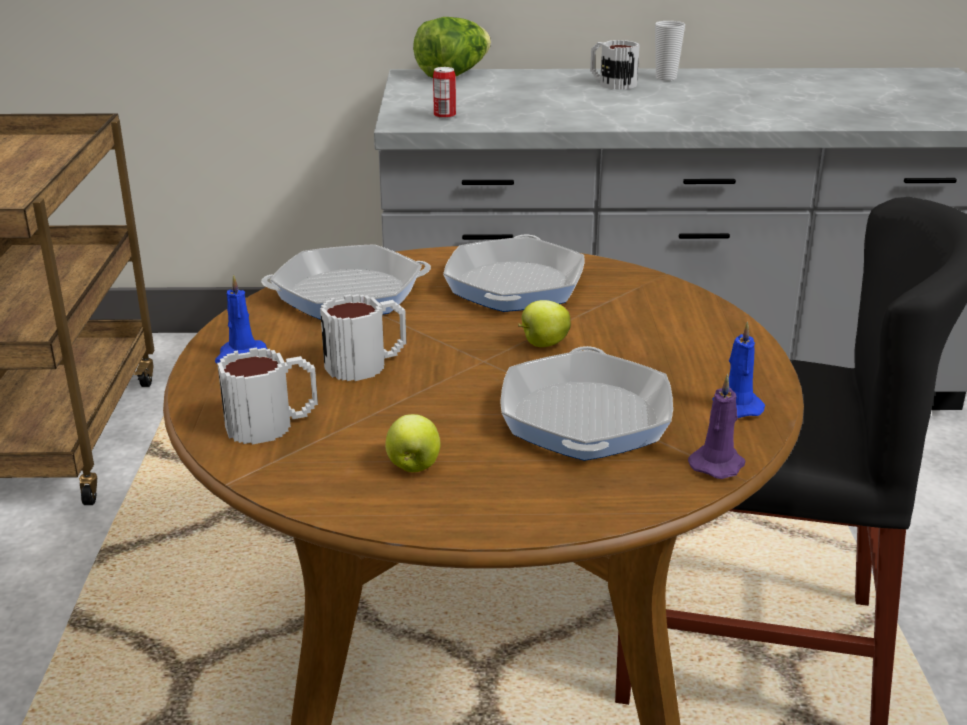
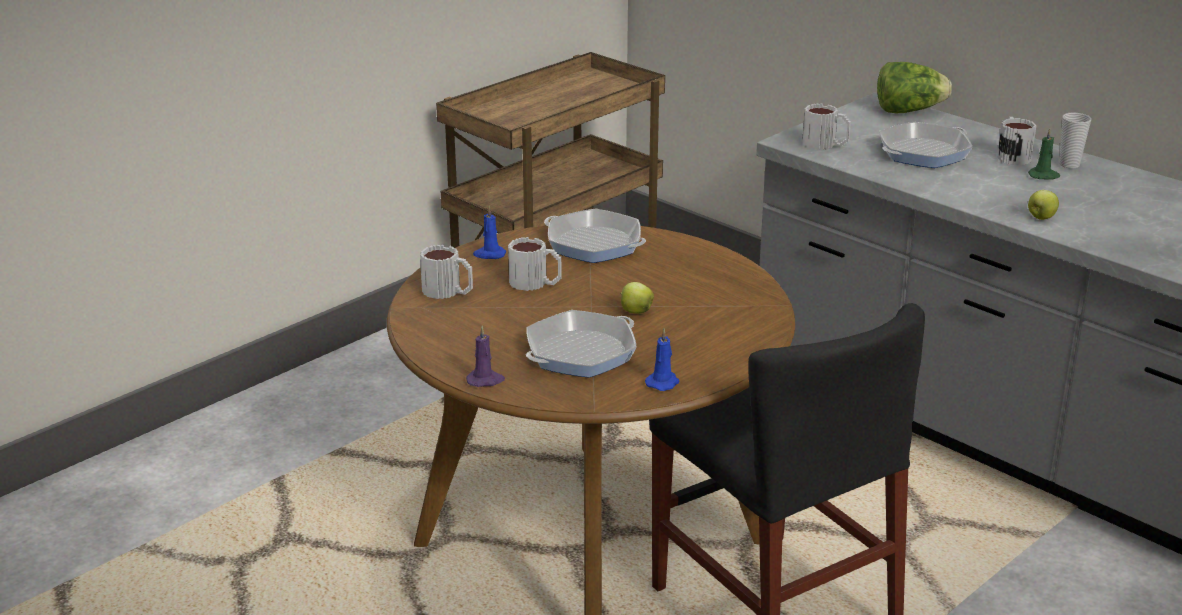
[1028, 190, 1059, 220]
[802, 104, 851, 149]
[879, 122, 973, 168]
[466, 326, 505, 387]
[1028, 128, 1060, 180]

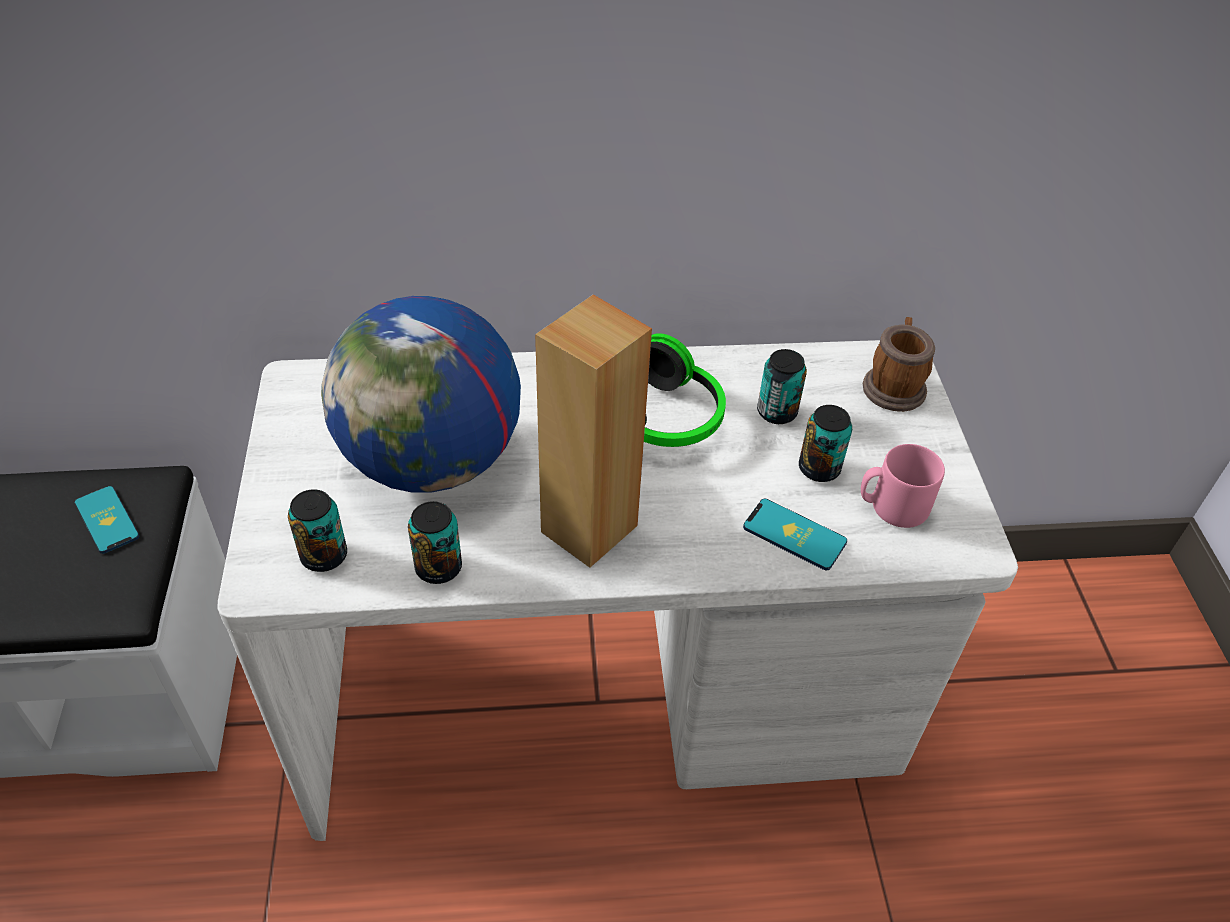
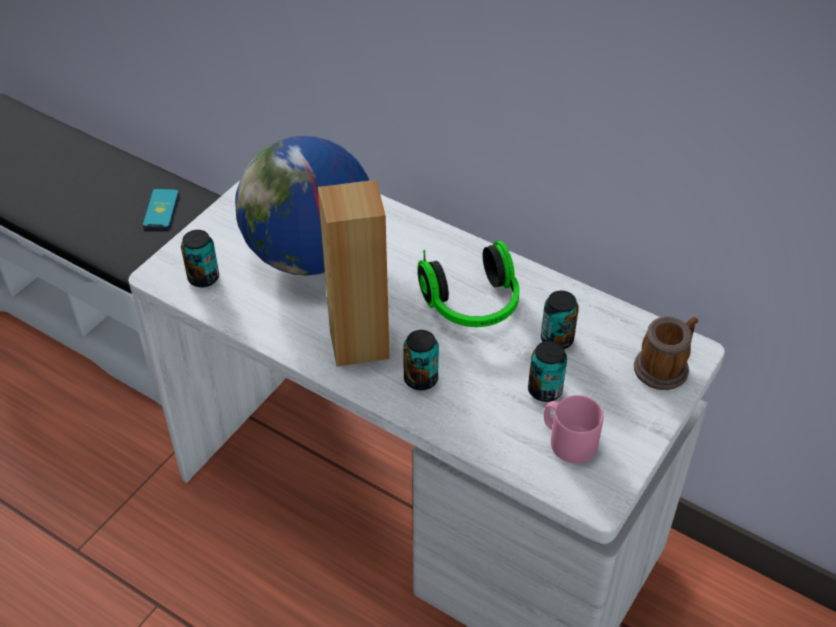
[403, 330, 439, 390]
[743, 499, 847, 570] (first image)

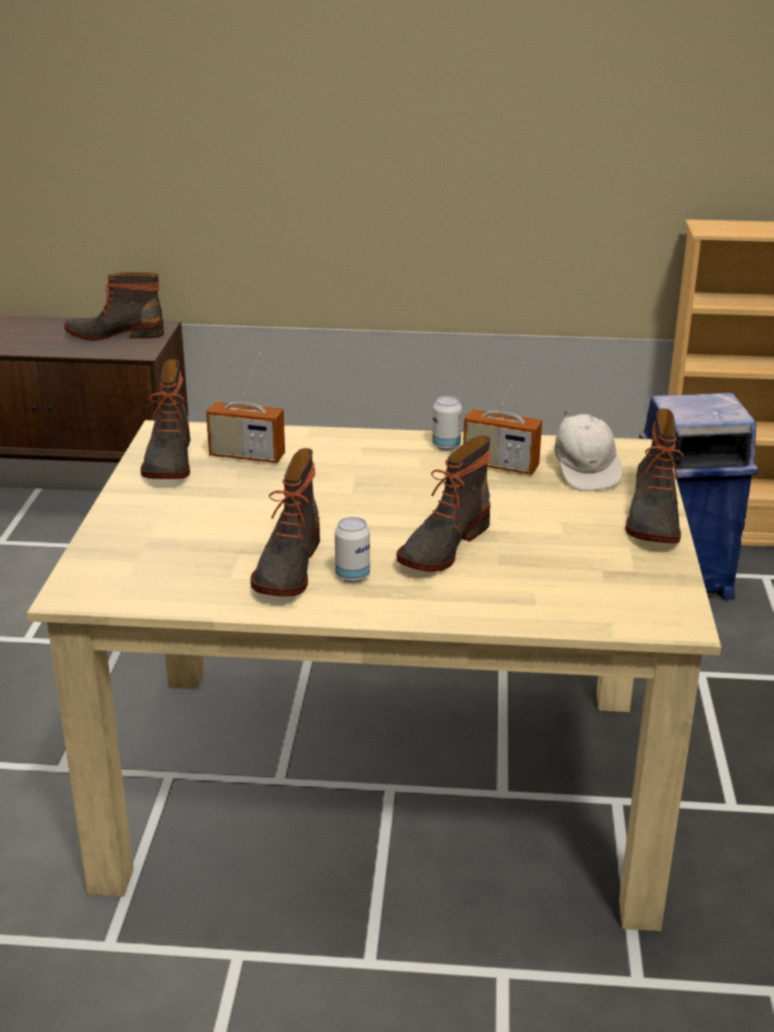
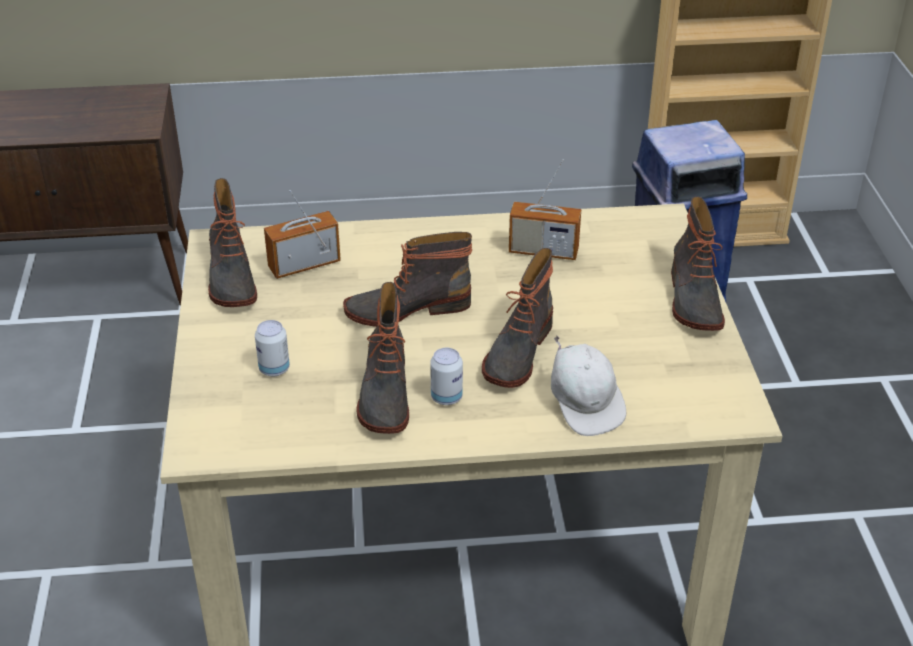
[343, 232, 472, 327]
[264, 190, 341, 279]
[255, 320, 290, 377]
[551, 335, 626, 436]

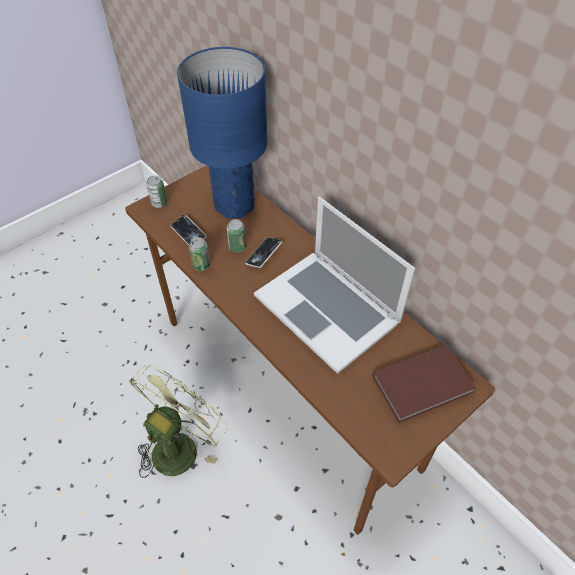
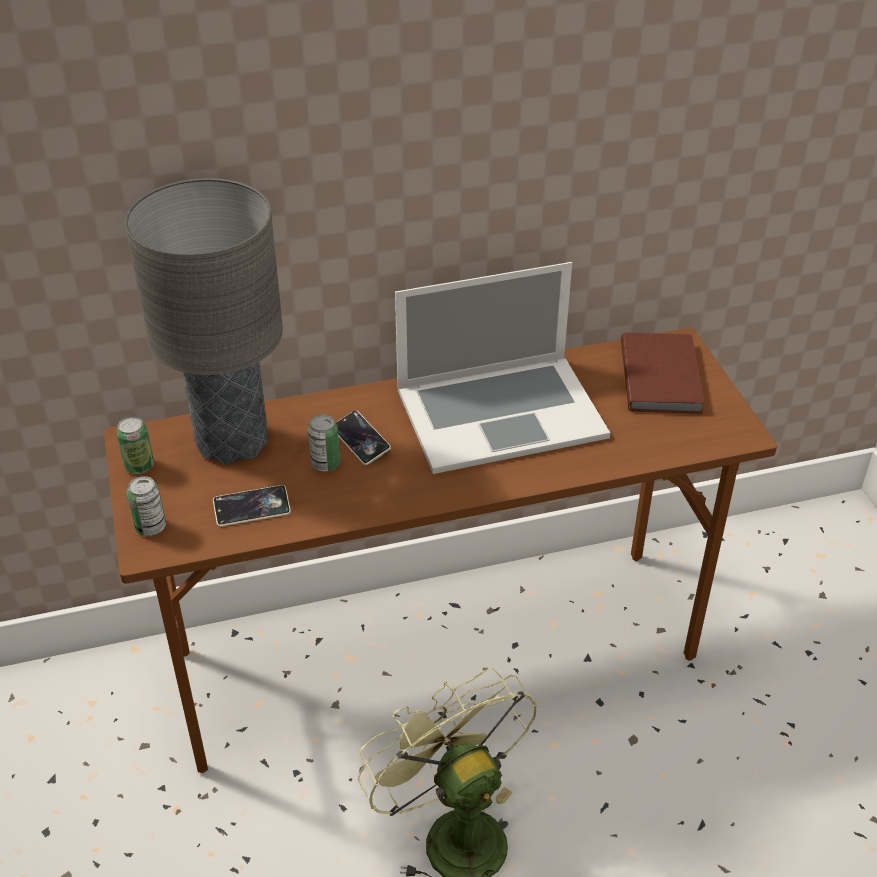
[125, 178, 283, 465]
[116, 416, 154, 474]

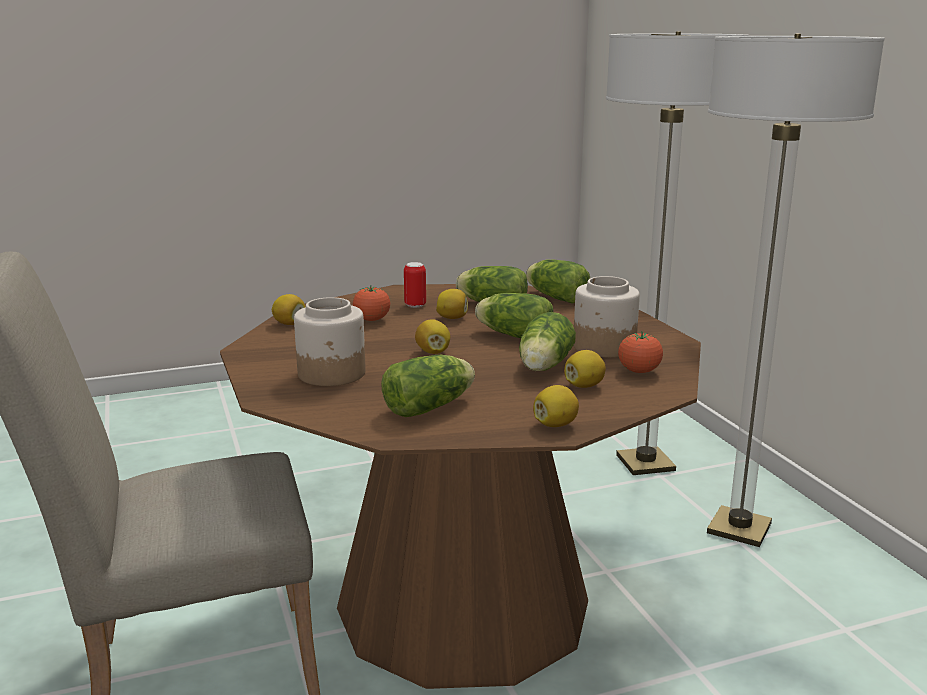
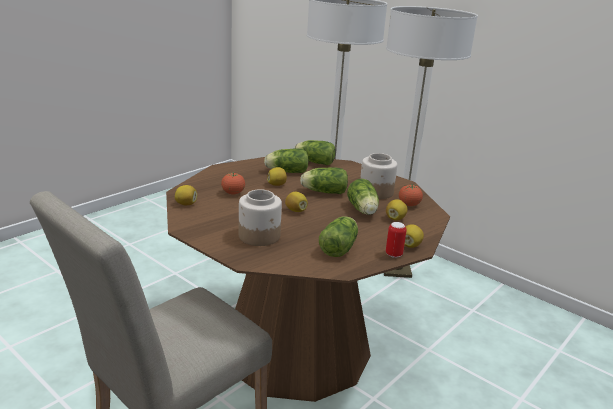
[386, 222, 406, 258]

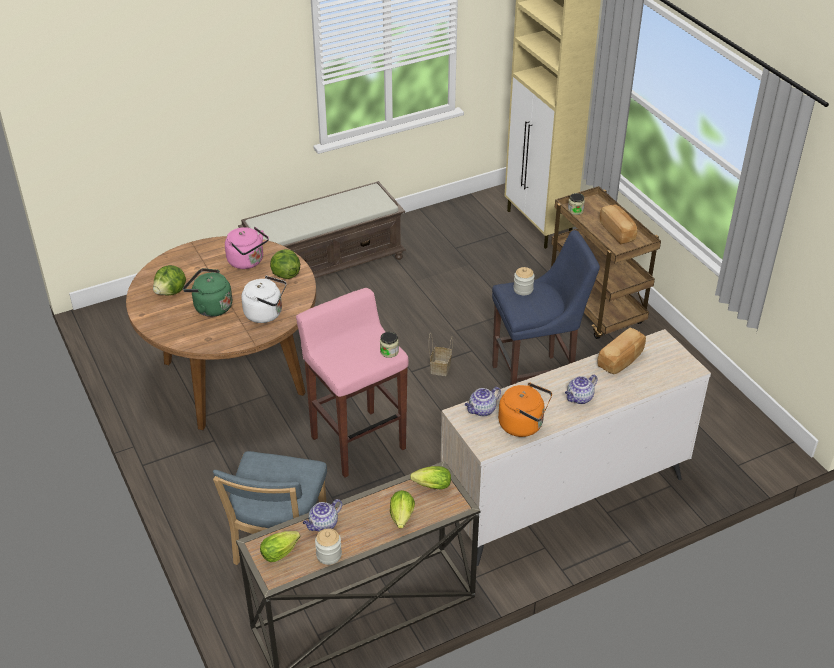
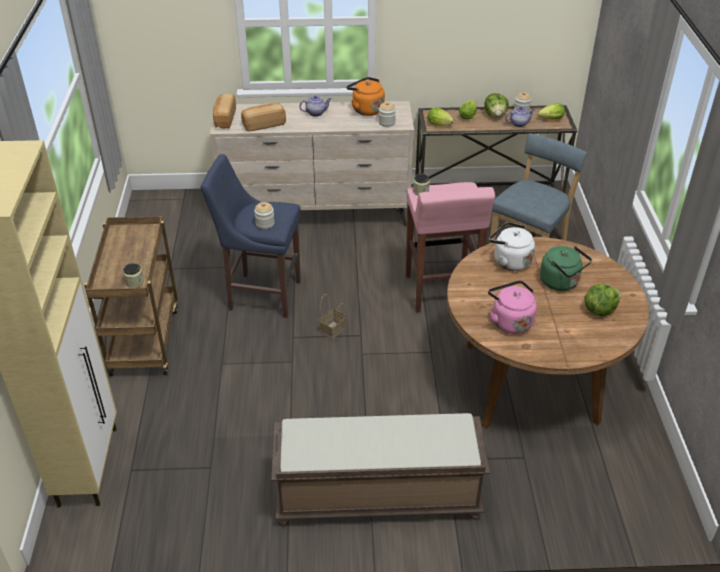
[484, 93, 509, 117]
[379, 102, 396, 127]
[213, 94, 236, 128]

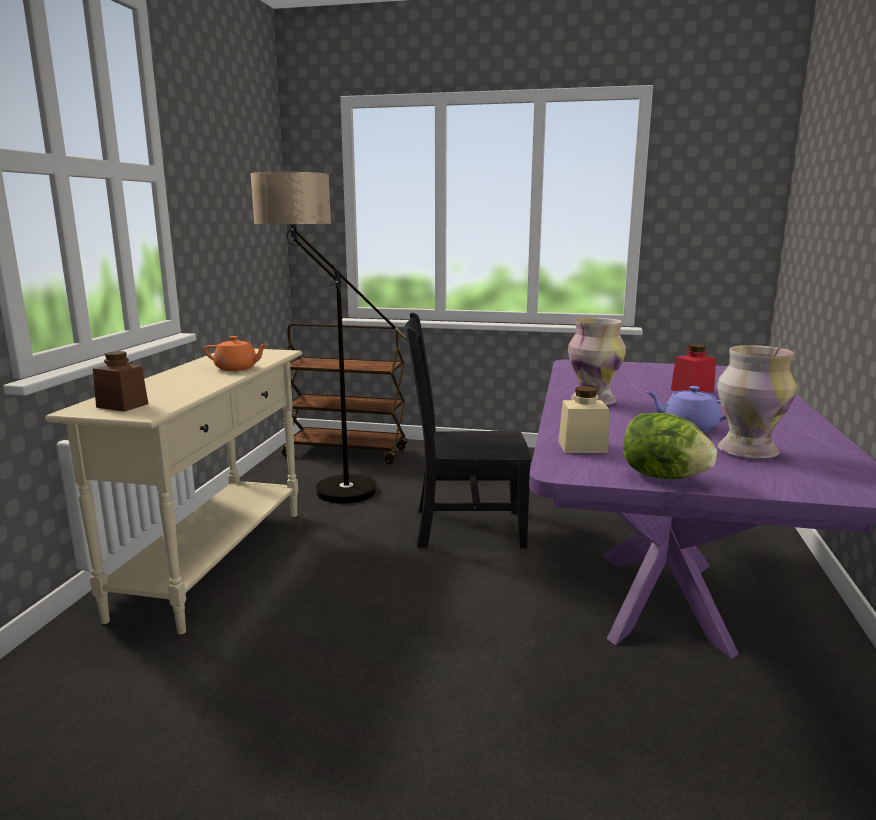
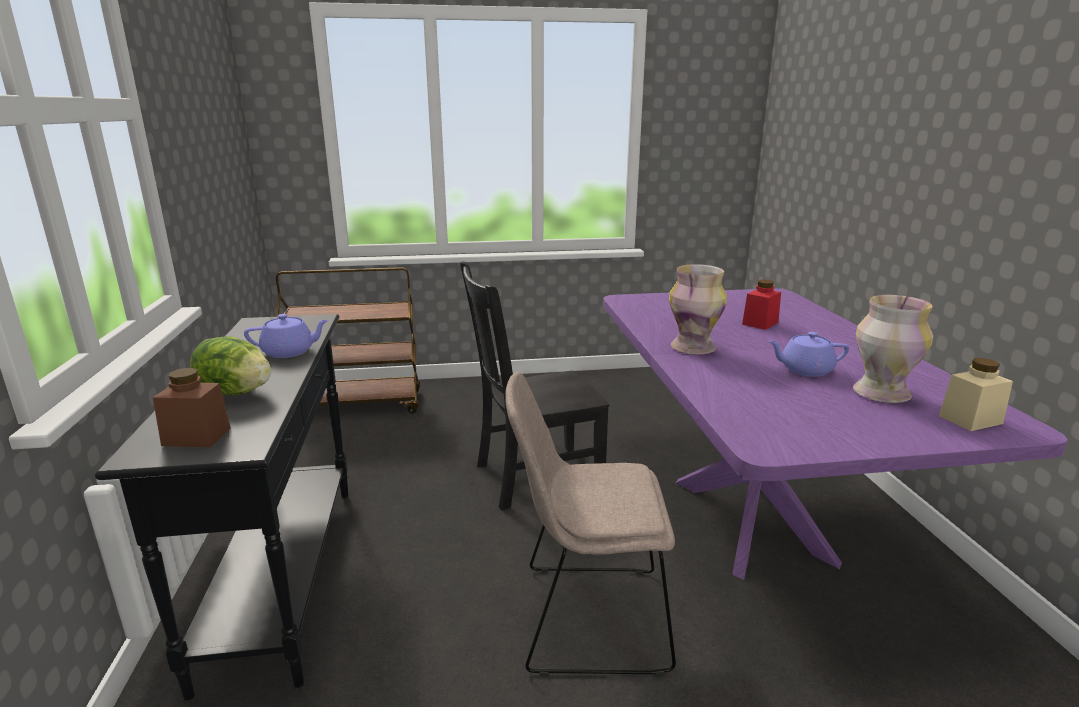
[95, 314, 349, 700]
[244, 314, 329, 358]
[250, 172, 407, 504] (first image)
[939, 358, 1013, 431]
[190, 336, 271, 395]
[505, 372, 676, 677]

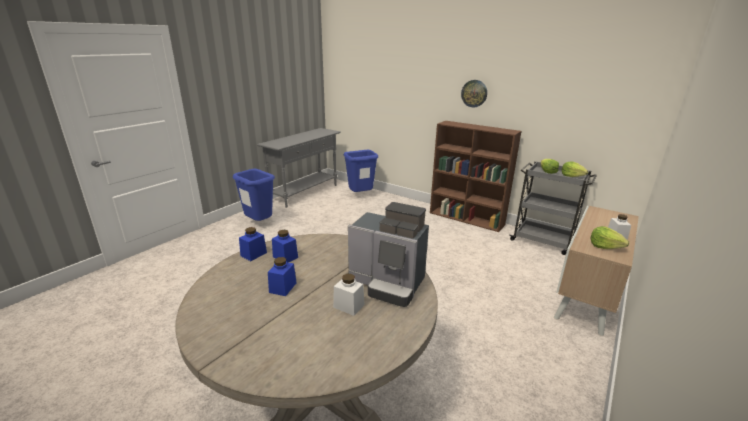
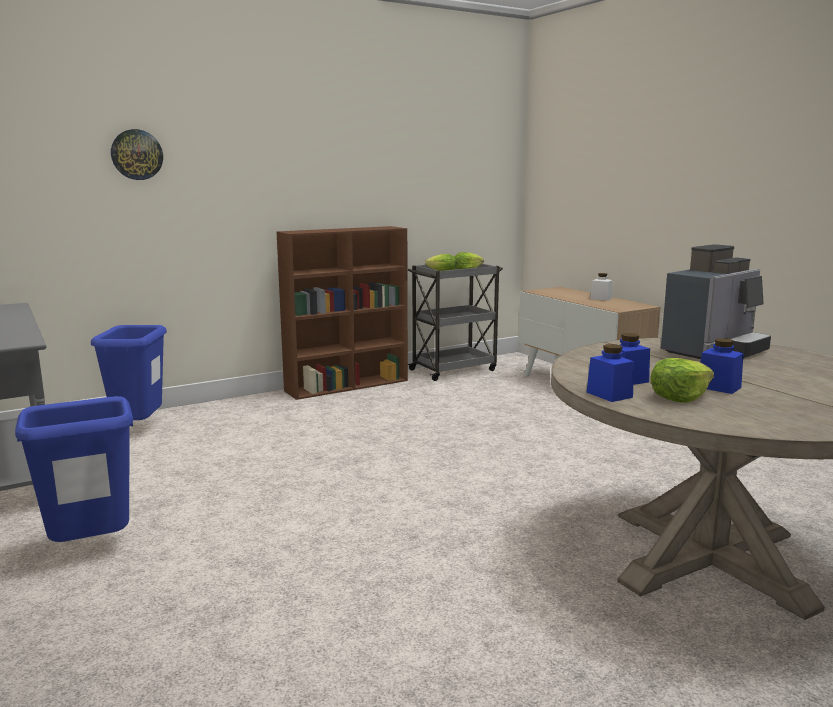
[333, 274, 365, 316] (first image)
[111, 129, 163, 180]
[650, 358, 714, 403]

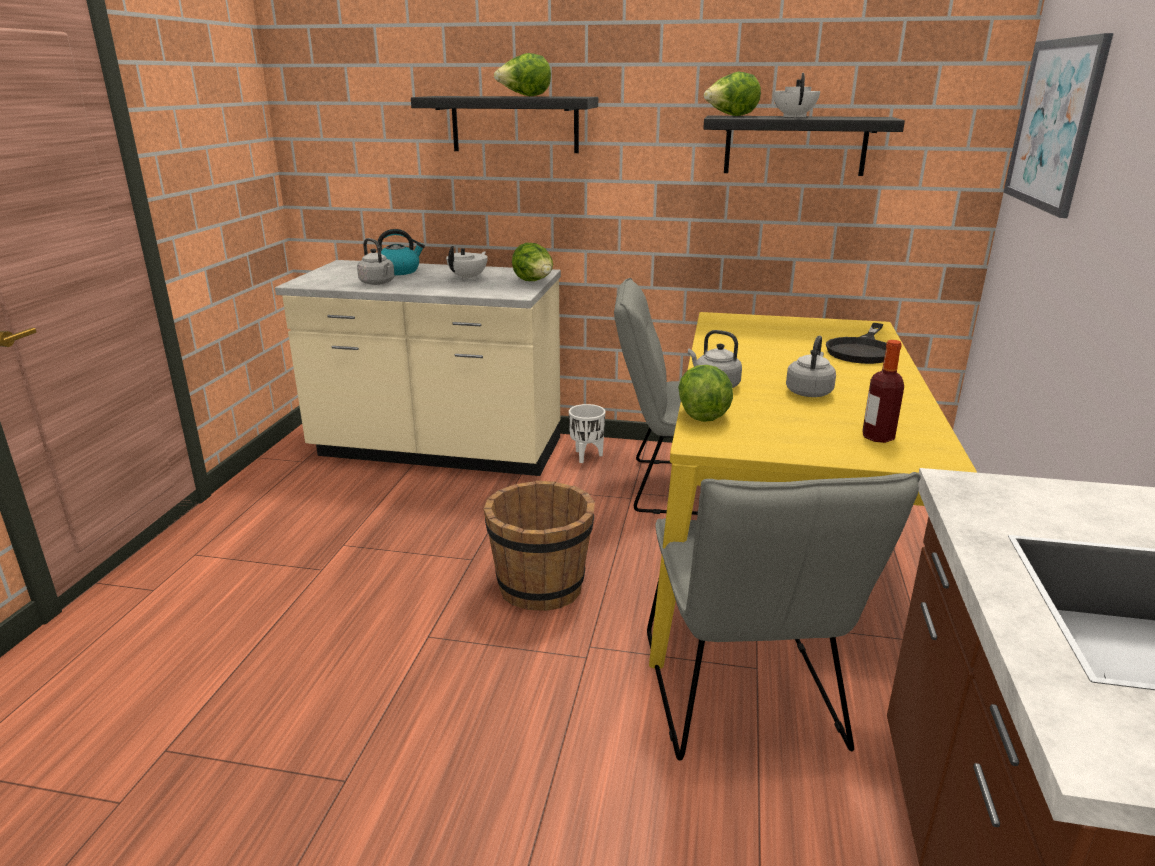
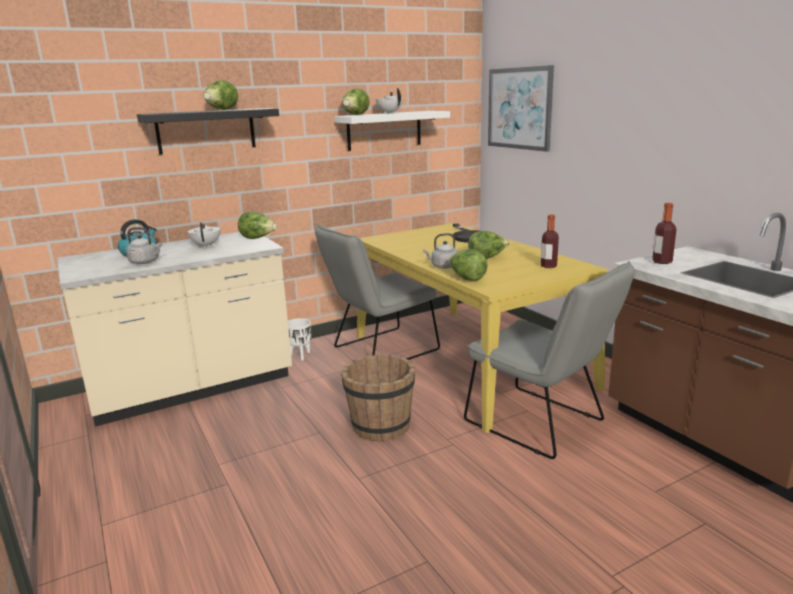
[334, 111, 450, 151]
[468, 231, 509, 259]
[652, 203, 677, 264]

